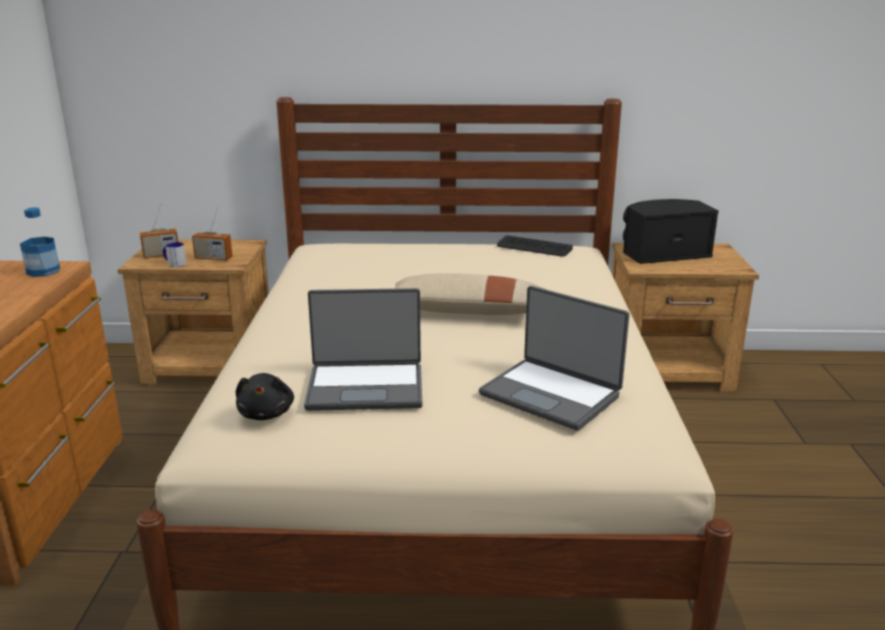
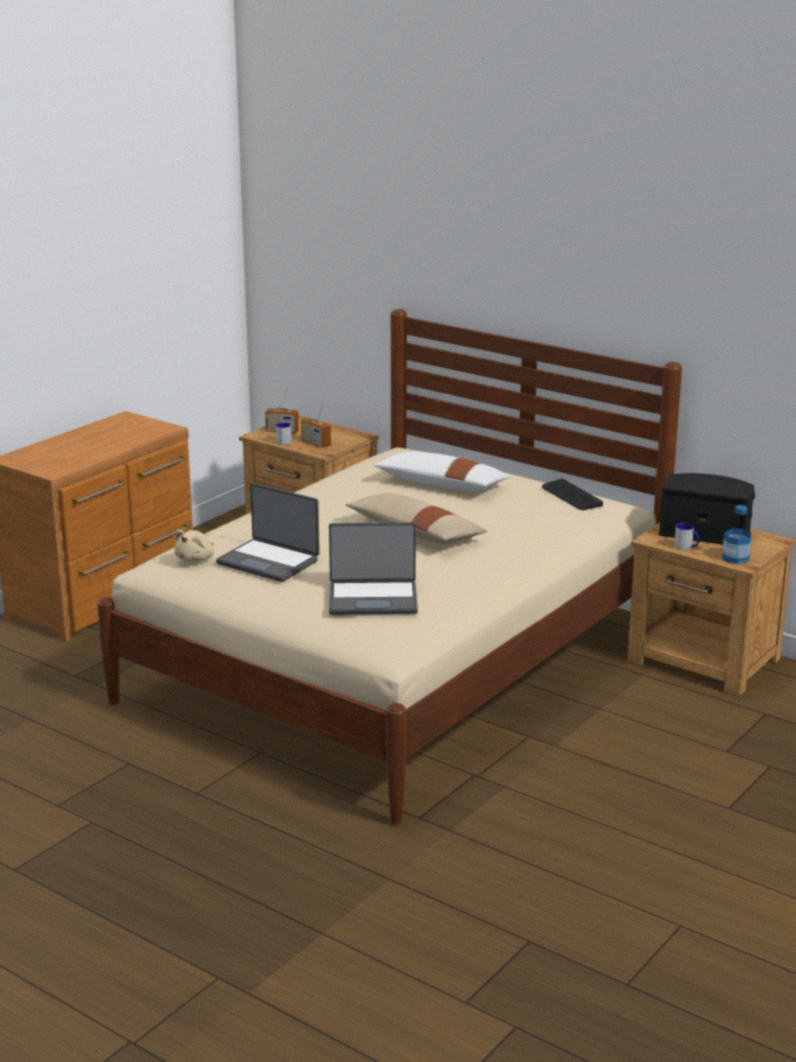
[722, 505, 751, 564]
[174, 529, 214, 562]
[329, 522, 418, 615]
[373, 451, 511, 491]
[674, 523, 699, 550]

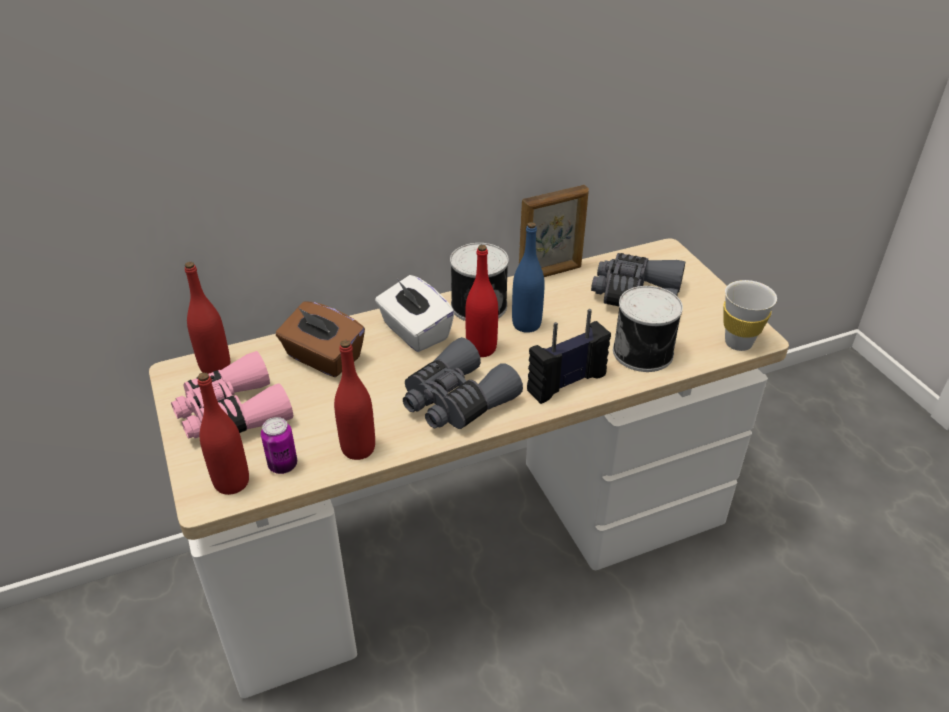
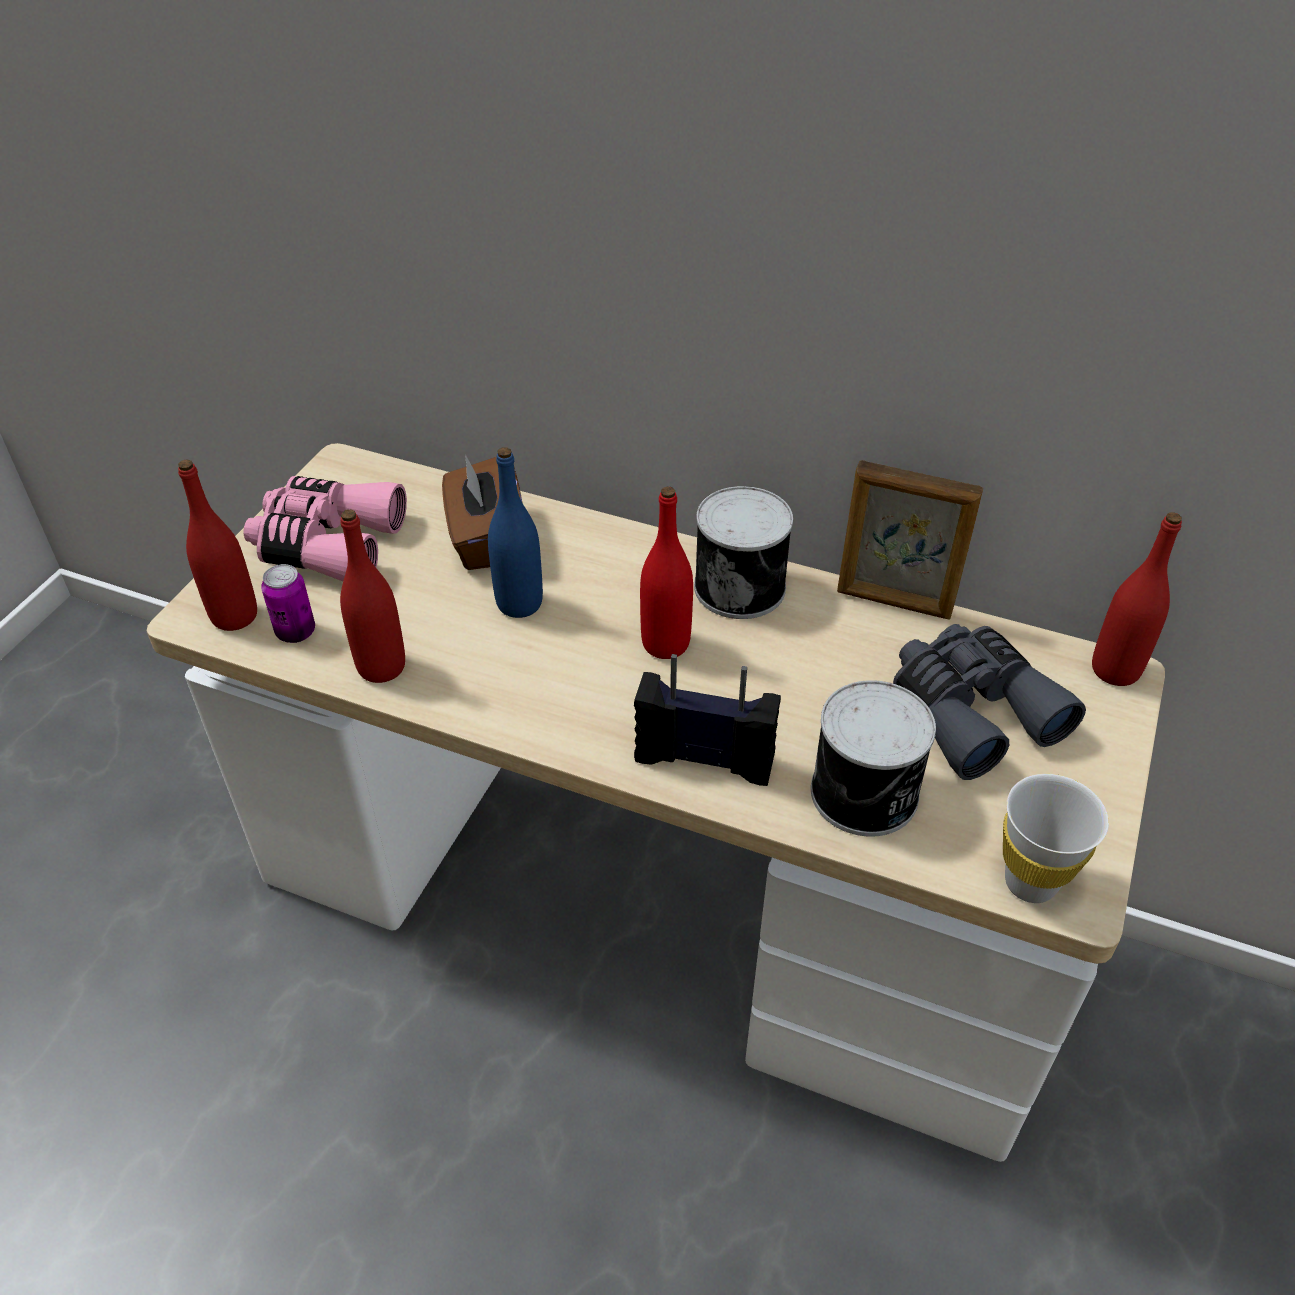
[1092, 512, 1182, 686]
[375, 275, 455, 352] (first image)
[403, 337, 523, 429] (first image)
[488, 447, 543, 618]

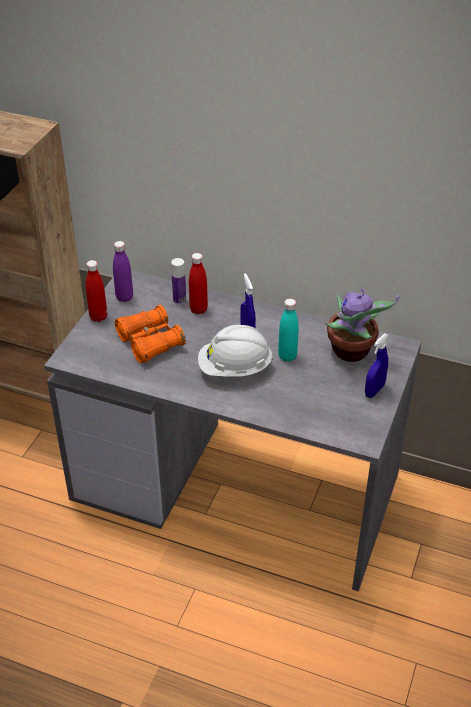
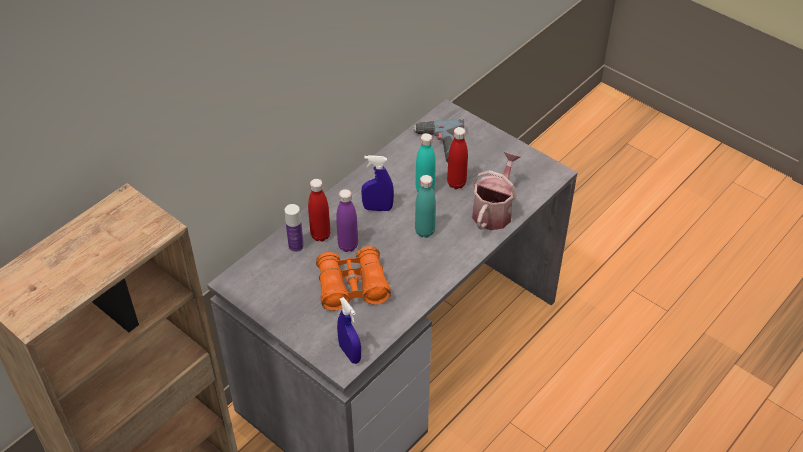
[447, 127, 468, 189]
[336, 189, 358, 252]
[415, 175, 436, 238]
[413, 119, 465, 163]
[337, 297, 361, 364]
[472, 151, 521, 230]

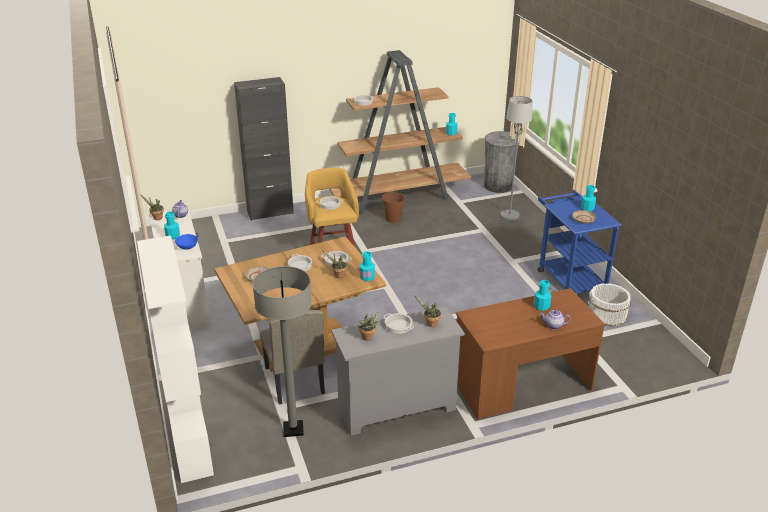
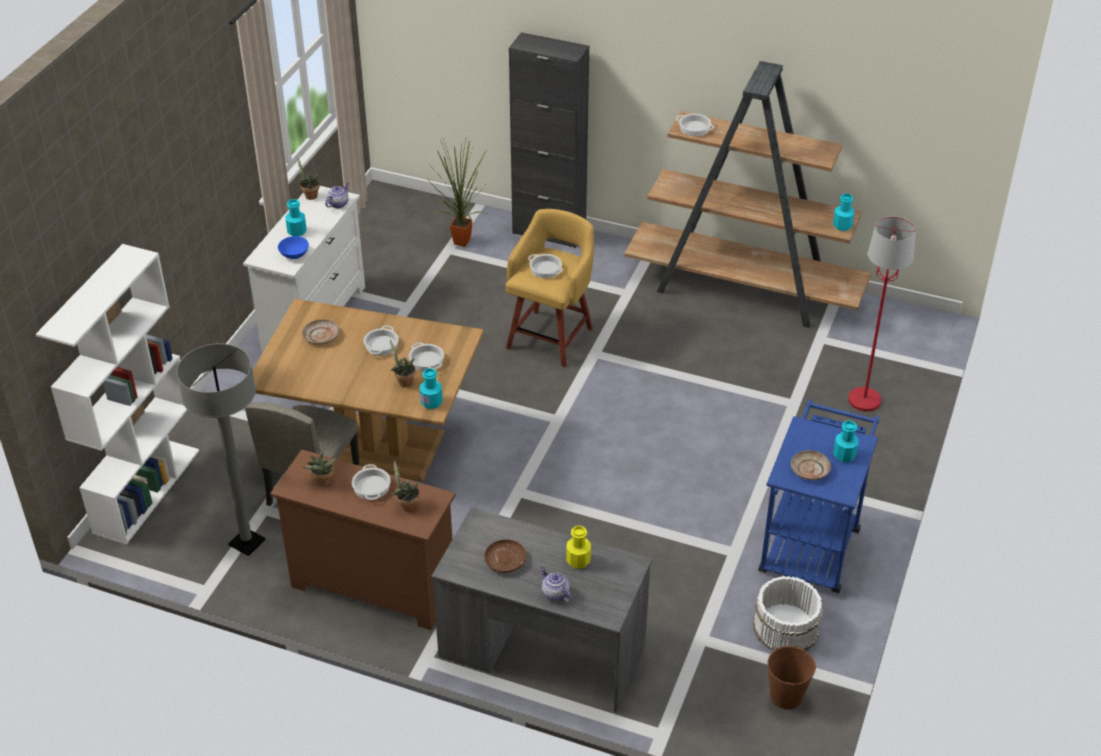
[270, 449, 456, 630]
[767, 645, 816, 710]
[431, 507, 652, 713]
[484, 131, 519, 193] (first image)
[848, 217, 916, 411]
[566, 525, 591, 569]
[429, 136, 488, 247]
[484, 539, 526, 573]

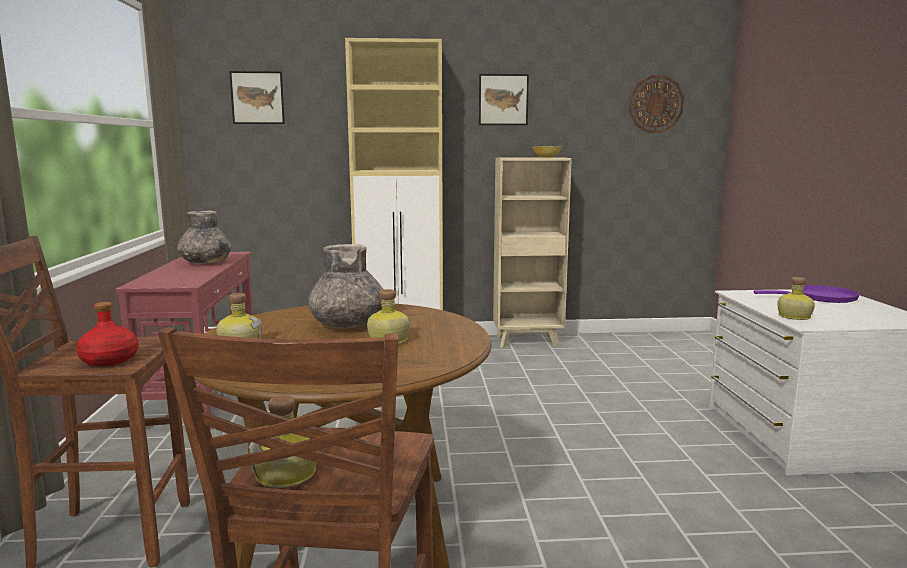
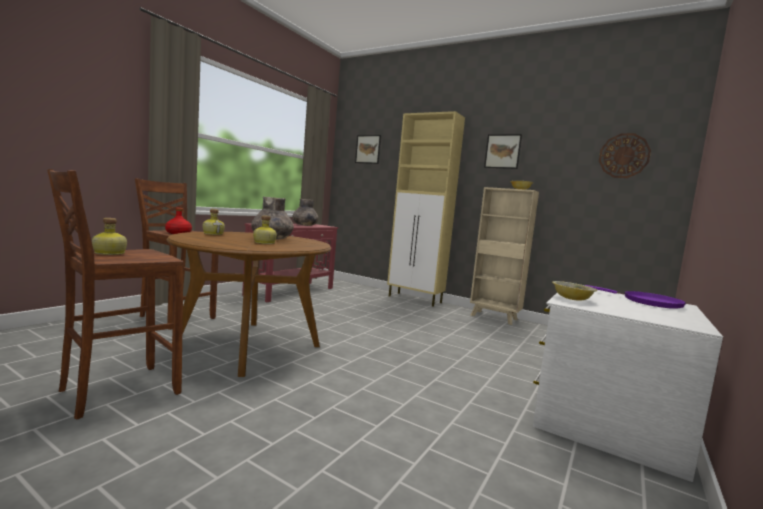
[552, 281, 597, 301]

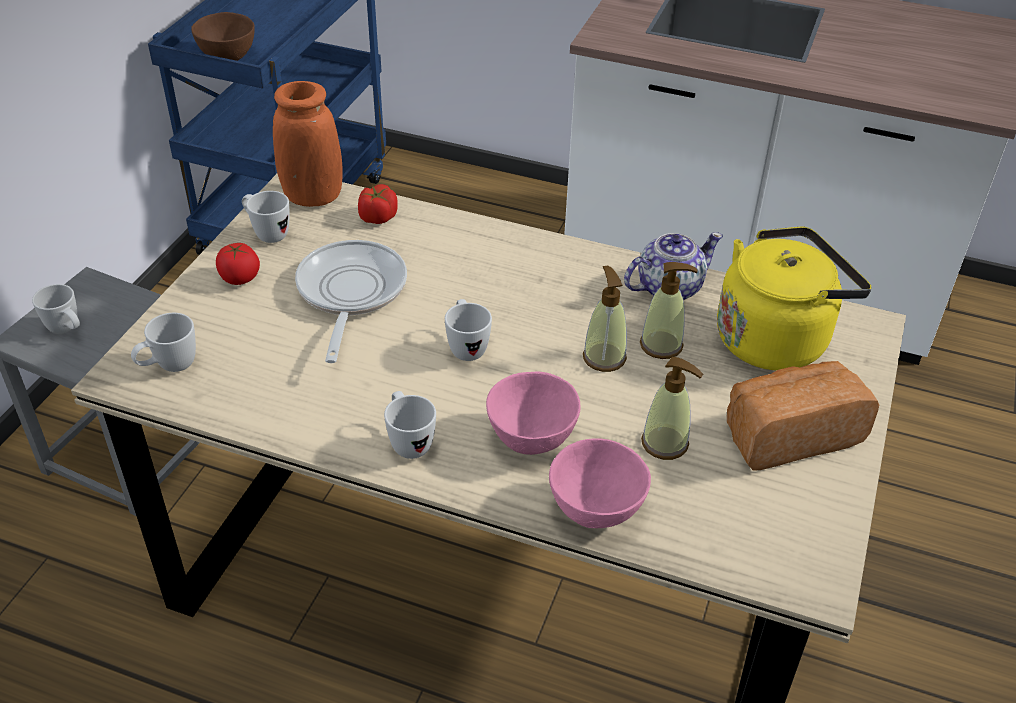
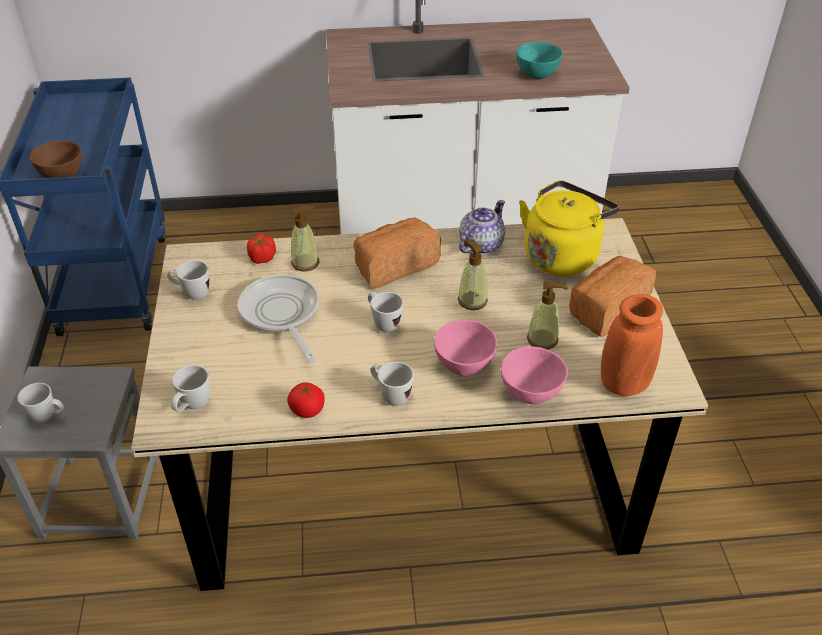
[287, 382, 325, 418]
[601, 294, 663, 396]
[291, 205, 319, 272]
[353, 217, 441, 288]
[516, 42, 563, 79]

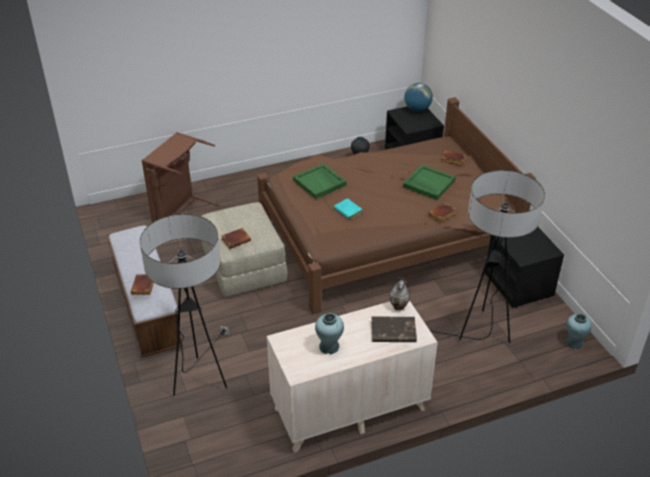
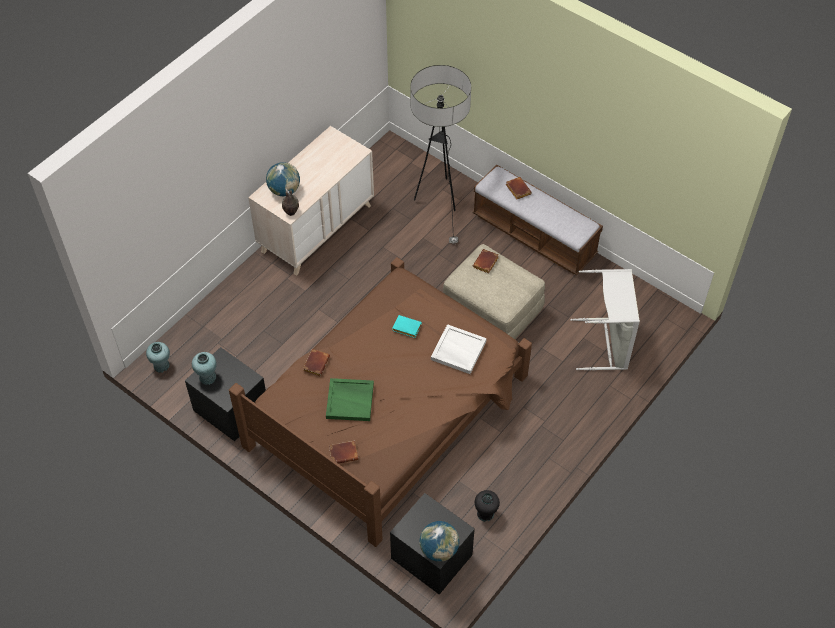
[570, 269, 640, 371]
[431, 324, 487, 374]
[192, 352, 217, 385]
[266, 162, 300, 196]
[431, 170, 545, 343] (first image)

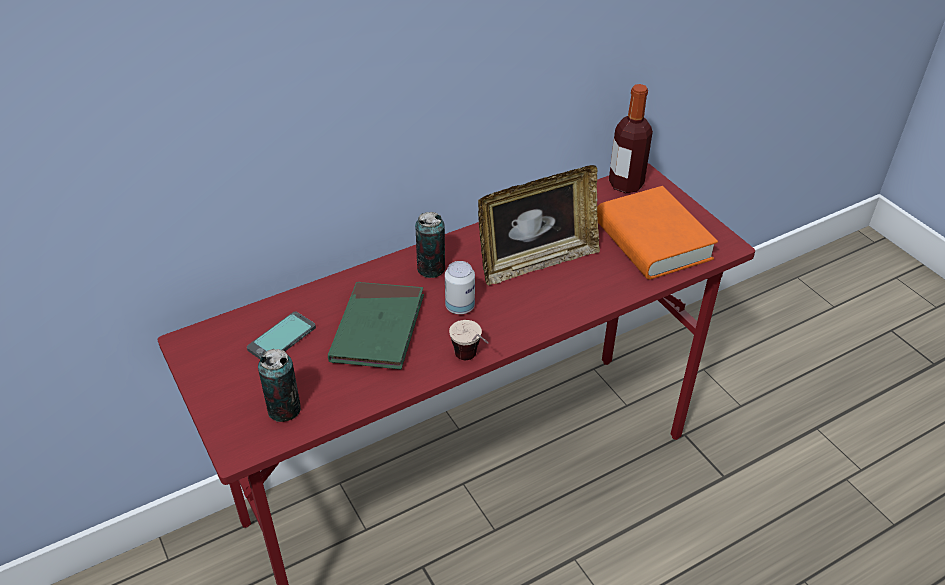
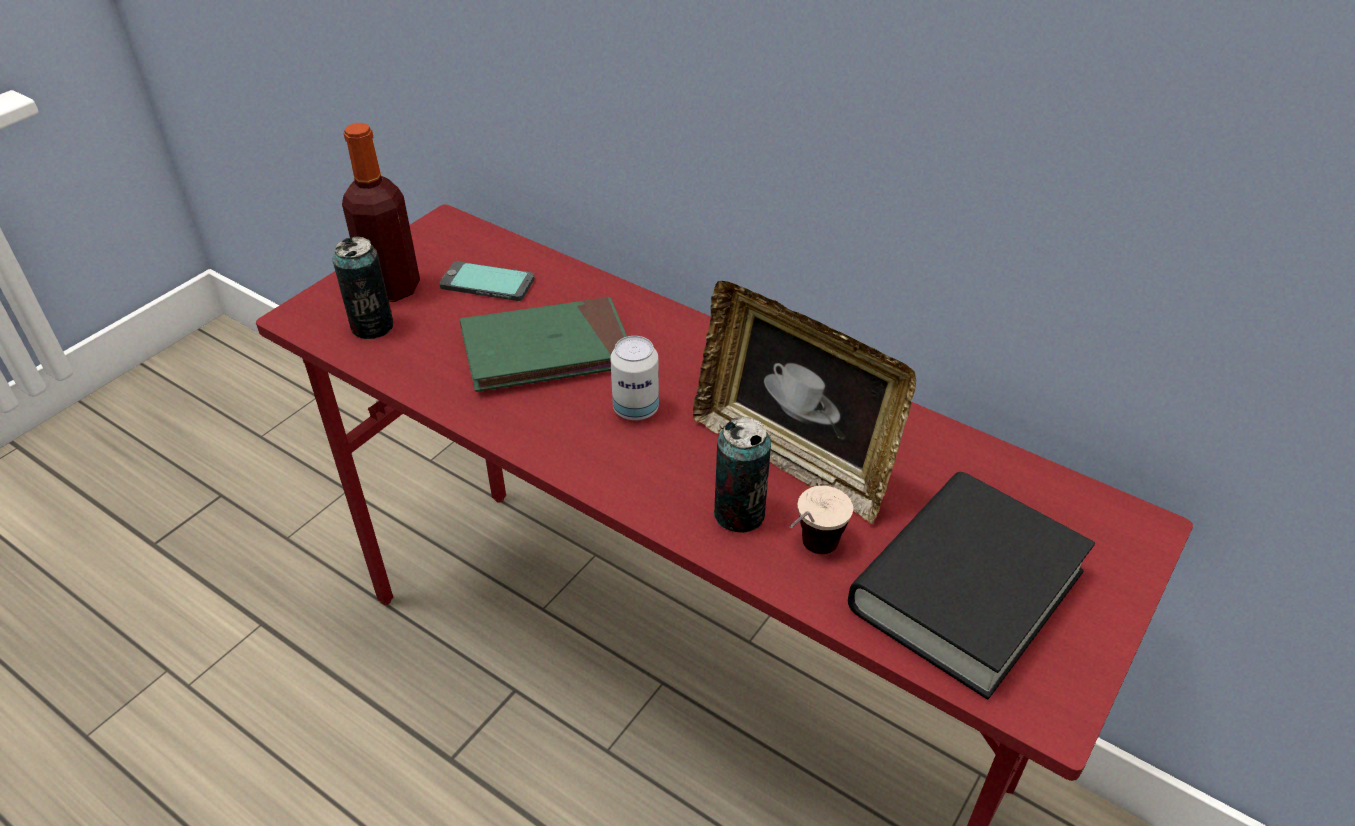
[714, 417, 771, 533]
[790, 486, 853, 554]
[848, 472, 1095, 699]
[342, 123, 420, 302]

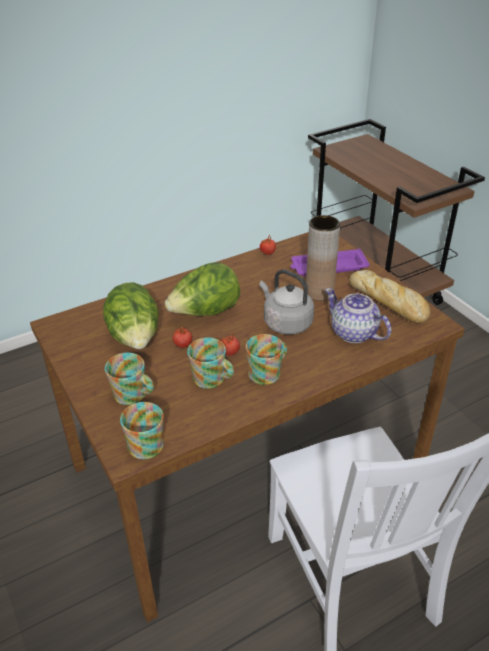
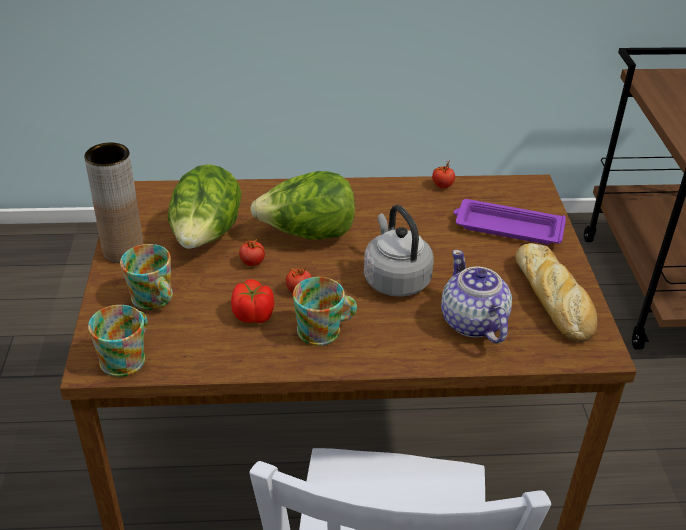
[231, 279, 274, 323]
[84, 143, 144, 263]

